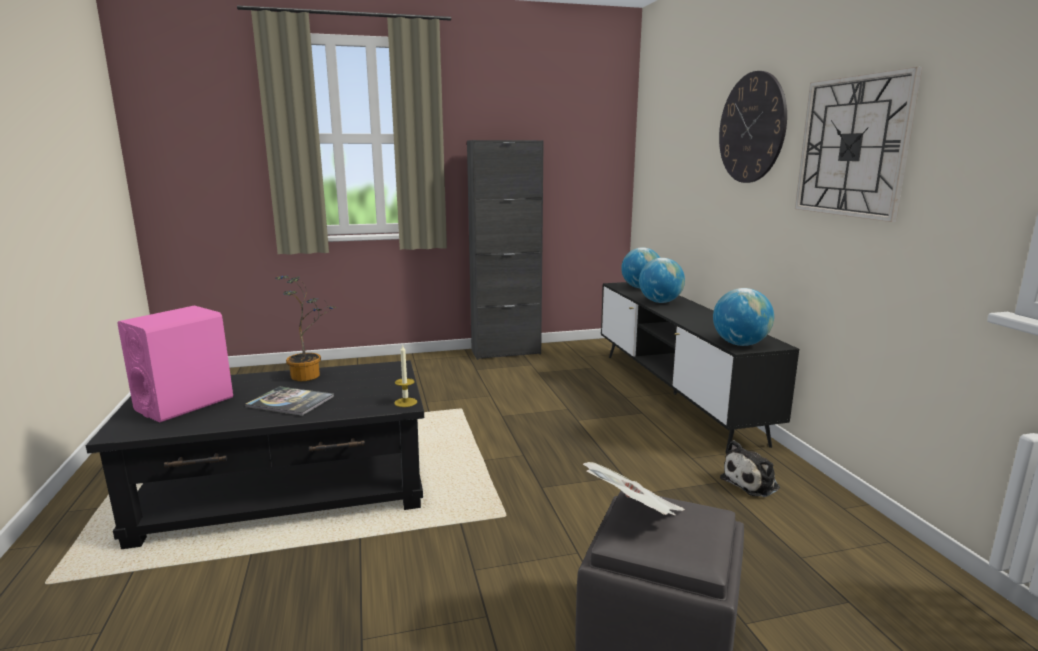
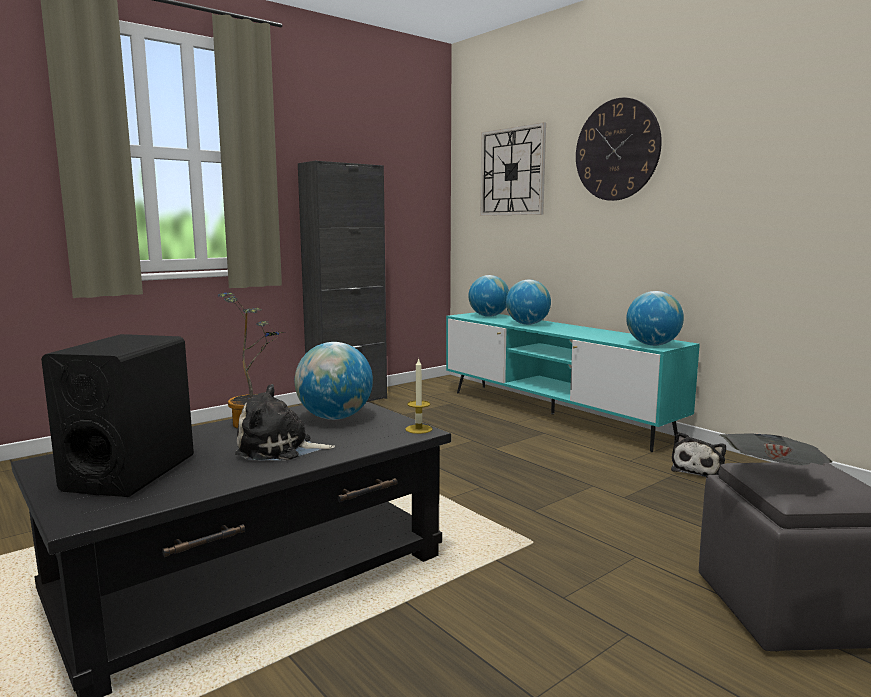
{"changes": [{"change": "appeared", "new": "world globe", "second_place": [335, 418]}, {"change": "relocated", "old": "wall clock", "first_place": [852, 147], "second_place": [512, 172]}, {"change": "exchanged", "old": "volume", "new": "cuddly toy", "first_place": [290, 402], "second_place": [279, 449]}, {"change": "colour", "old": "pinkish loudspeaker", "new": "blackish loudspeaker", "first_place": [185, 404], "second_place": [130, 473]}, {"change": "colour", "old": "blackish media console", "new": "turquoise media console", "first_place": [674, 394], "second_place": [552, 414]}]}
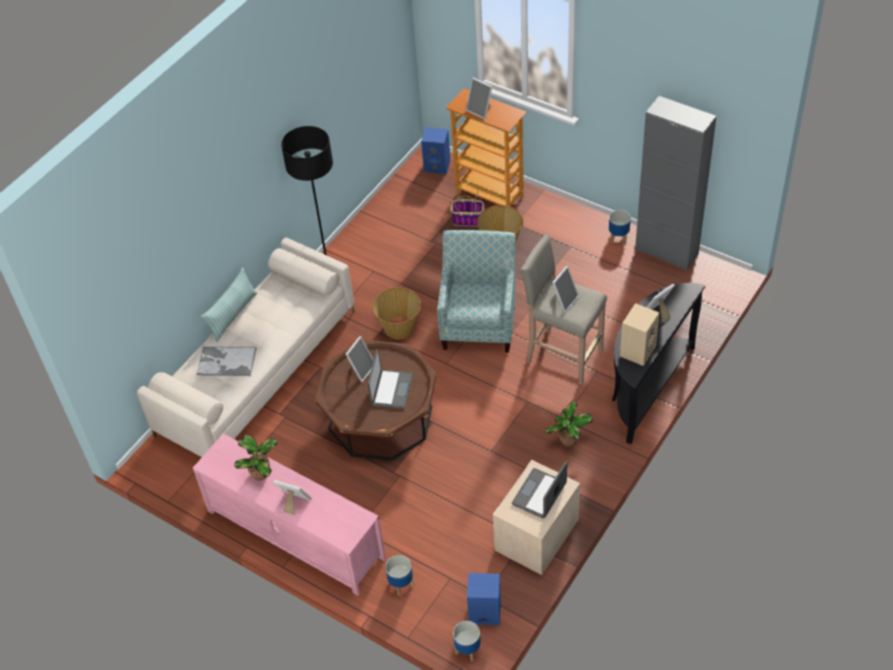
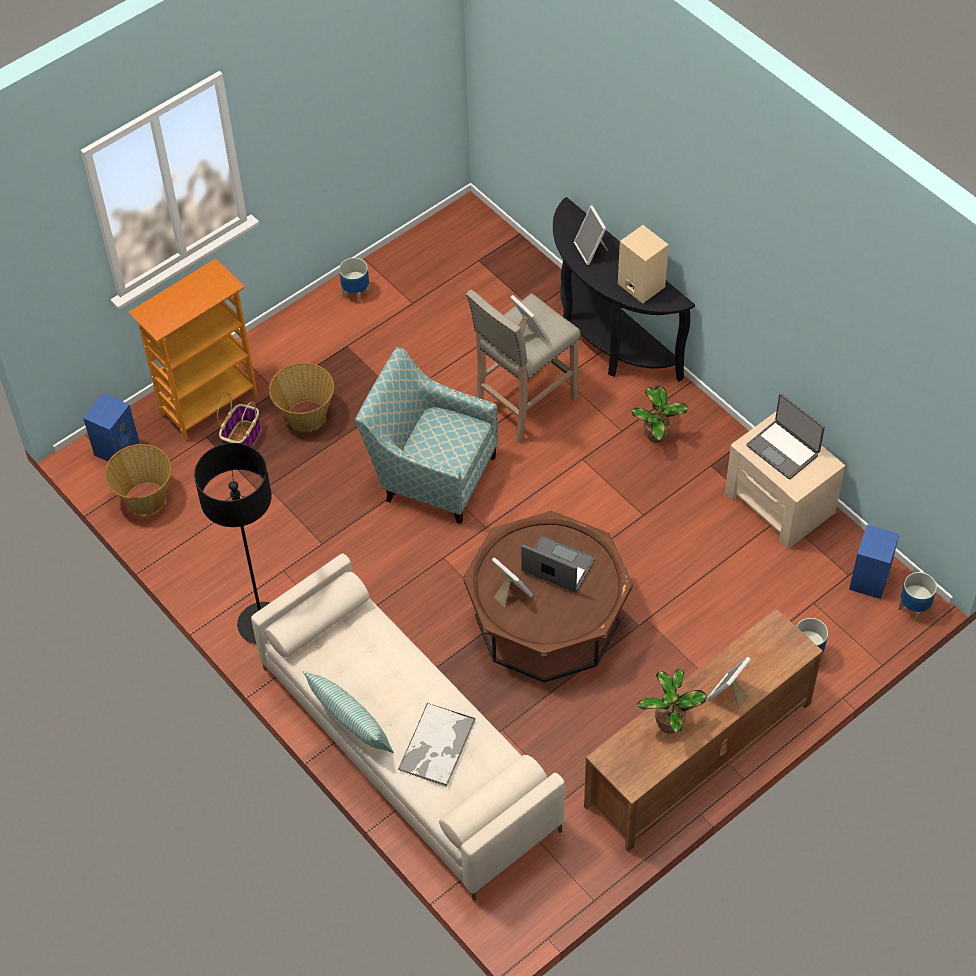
{"changes": [{"change": "missing", "old": "standing frame", "first_place": [480, 110]}, {"change": "missing", "old": "grey cupboard", "first_place": [666, 252]}, {"change": "relocated", "old": "basket", "first_place": [399, 327], "second_place": [145, 498]}, {"change": "colour", "old": "pinkish media console", "new": "brownish media console", "first_place": [294, 534], "second_place": [698, 754]}]}
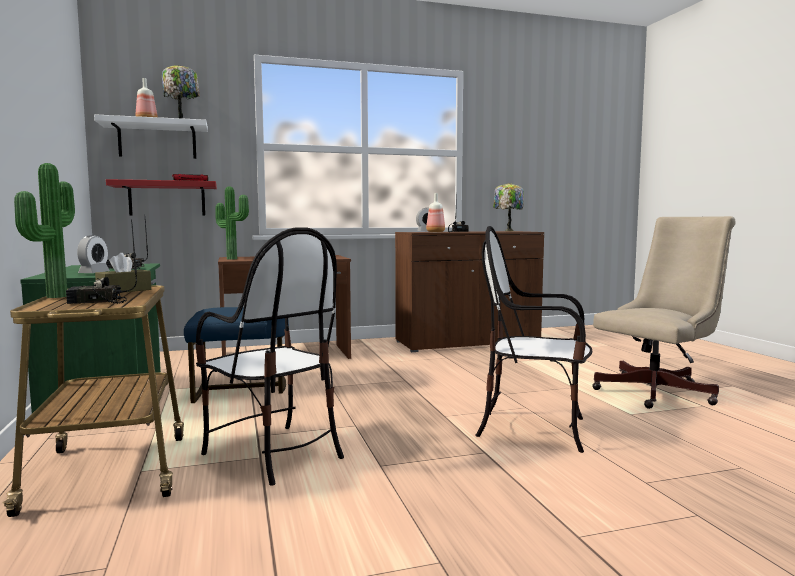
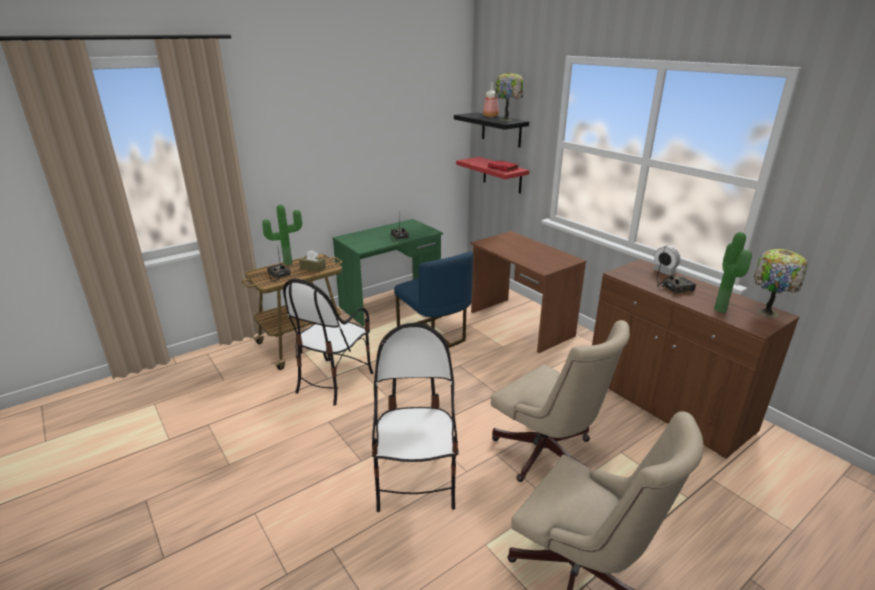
{"changes": [{"change": "missing", "old": "bedside clock", "first_place": [94, 273]}, {"change": "missing", "old": "beverage bottle", "first_place": [435, 232]}, {"change": "appeared", "new": "beige-coloured desk chair", "second_place": [548, 456]}, {"change": "relocated", "old": "houseplant", "first_place": [233, 259], "second_place": [722, 310]}, {"change": "colour", "old": "white-coloured wall shelf", "new": "blackish wall shelf", "first_place": [157, 140], "second_place": [501, 129]}]}
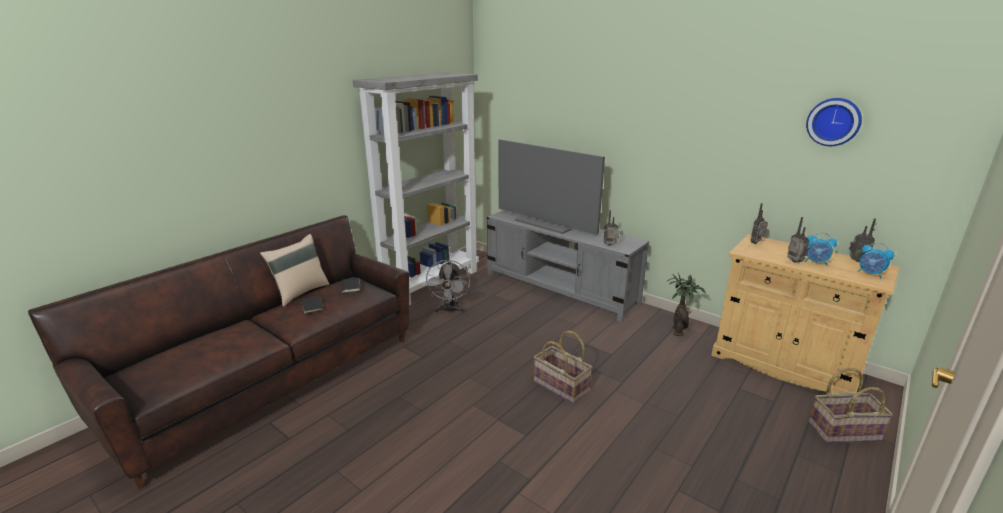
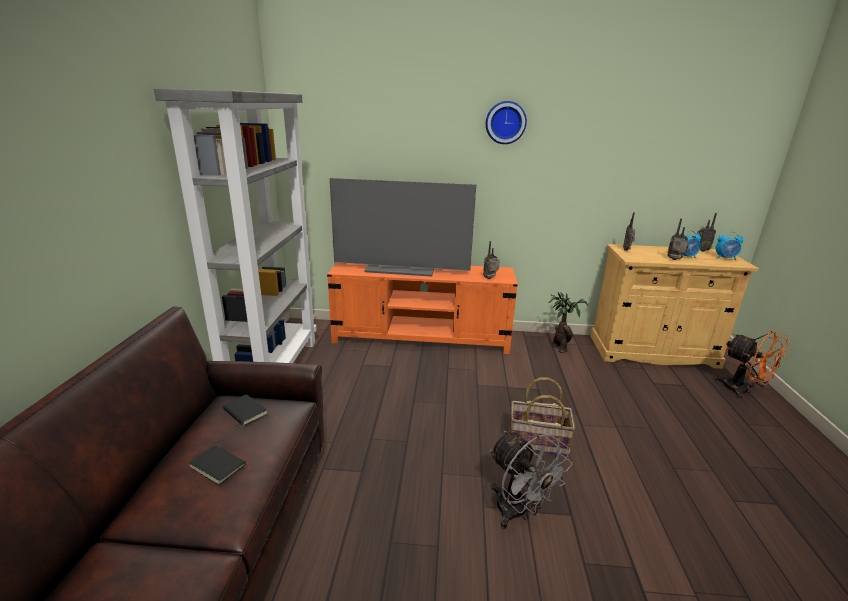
{"changes": [{"change": "missing", "old": "beige-coloured cushion", "first_place": [300, 292]}, {"change": "relocated", "old": "grey electric fan", "first_place": [450, 310], "second_place": [518, 513]}, {"change": "relocated", "old": "wall clock", "first_place": [834, 121], "second_place": [505, 122]}, {"change": "exchanged", "old": "basket", "new": "orangey electric fan", "first_place": [843, 431], "second_place": [742, 391]}, {"change": "colour", "old": "grey media console", "new": "orangey media console", "first_place": [560, 289], "second_place": [422, 338]}]}
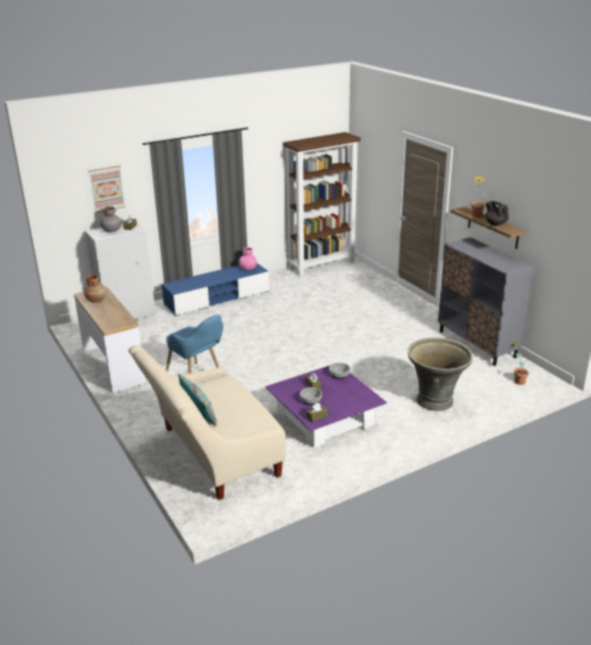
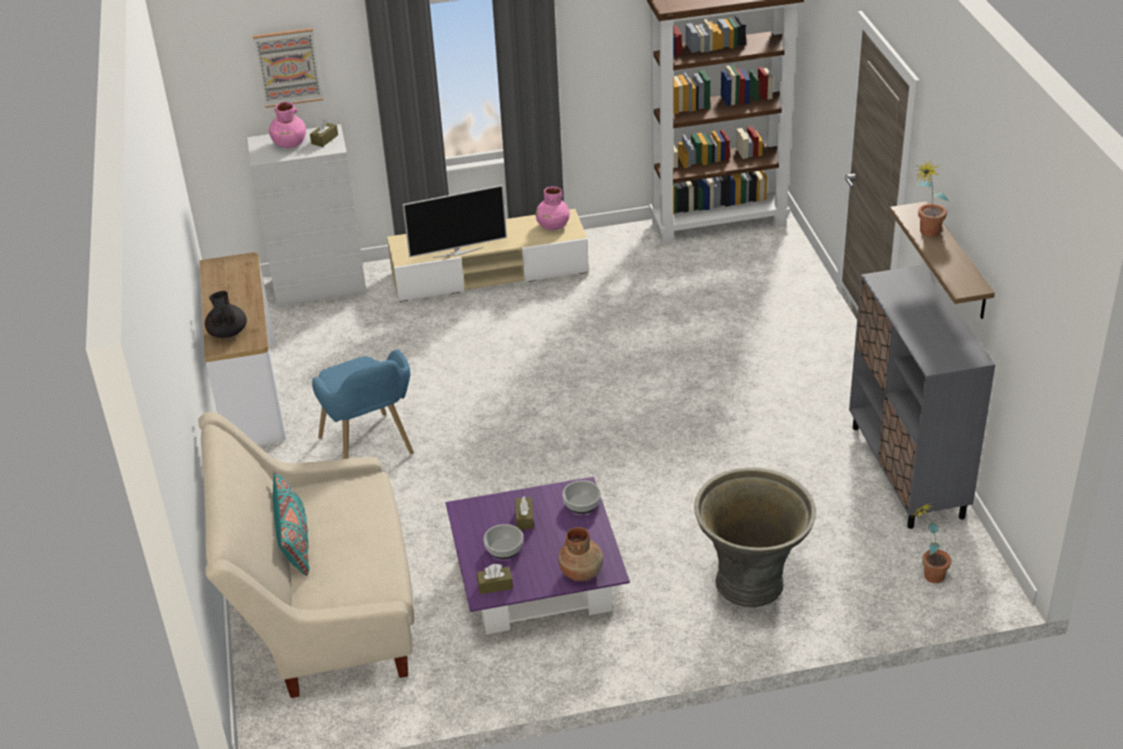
{"changes": [{"change": "appeared", "new": "TV set", "second_place": [458, 252]}, {"change": "relocated", "old": "brownish decorative vase", "first_place": [96, 300], "second_place": [581, 572]}, {"change": "relocated", "old": "blackish teapot", "first_place": [495, 223], "second_place": [227, 332]}, {"change": "colour", "old": "grey decorative vase", "new": "pinkish decorative vase", "first_place": [111, 230], "second_place": [289, 143]}, {"change": "colour", "old": "bluish media console", "new": "beige-coloured media console", "first_place": [217, 298], "second_place": [489, 273]}]}
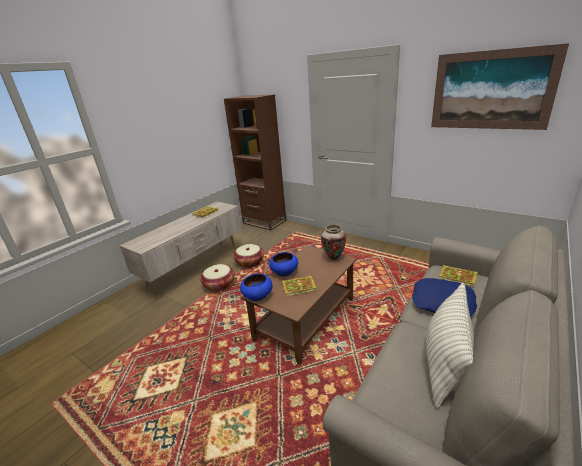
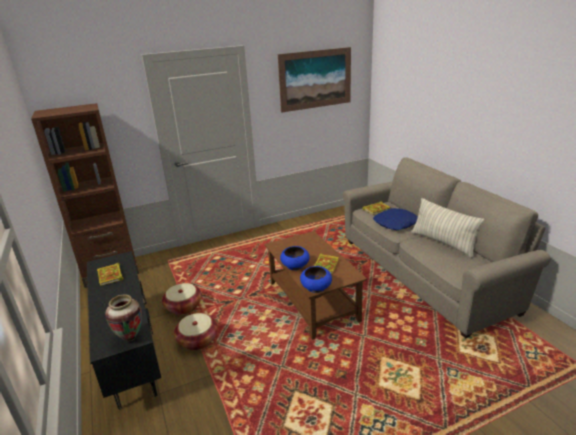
{"changes": [{"change": "relocated", "old": "decorative vase", "first_place": [334, 258], "second_place": [130, 337]}, {"change": "colour", "old": "beige-coloured media console", "new": "blackish media console", "first_place": [195, 267], "second_place": [131, 352]}]}
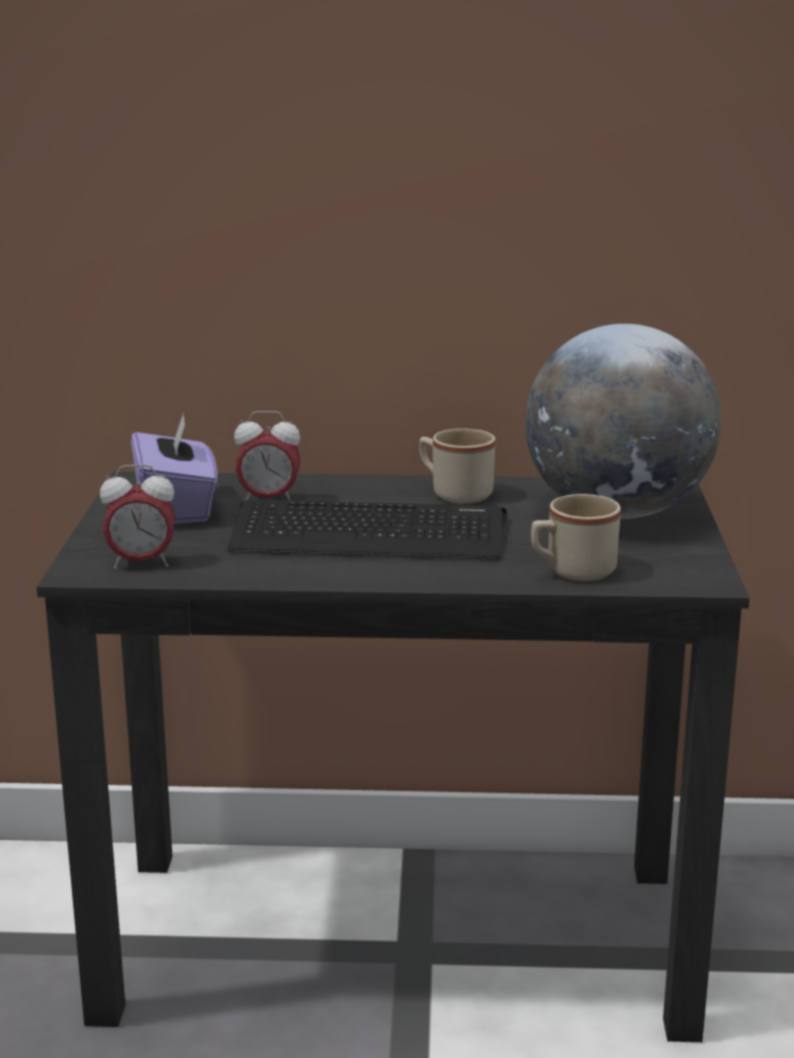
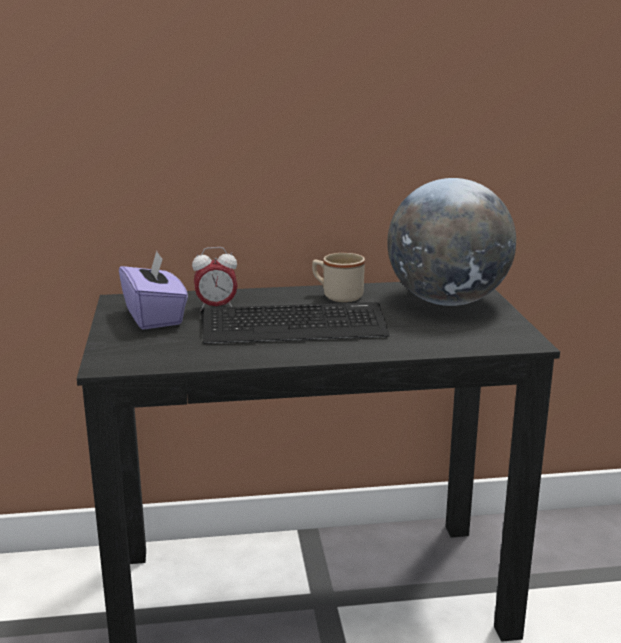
{"changes": [{"change": "missing", "old": "bedside clock", "first_place": [141, 563]}, {"change": "missing", "old": "beige-coloured coffee mug", "first_place": [571, 572]}]}
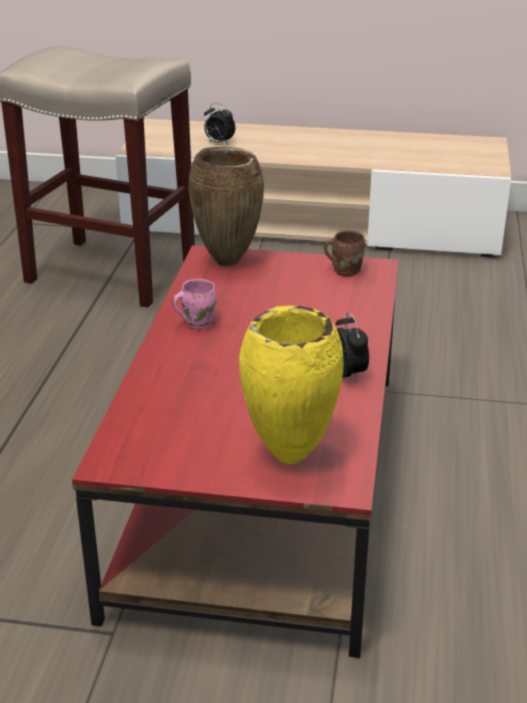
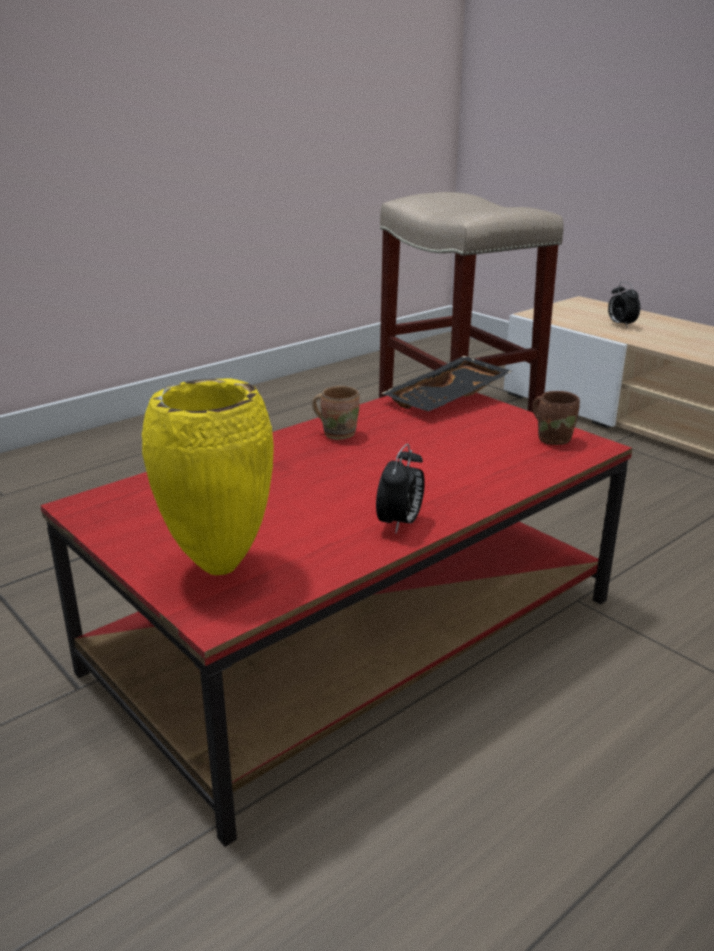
{"changes": [{"change": "exchanged", "old": "brownish decorative vase", "new": "blackish carrying tray", "first_place": [229, 262], "second_place": [448, 399]}, {"change": "colour", "old": "pinkish coffee mug", "new": "brownish coffee mug", "first_place": [196, 322], "second_place": [338, 433]}]}
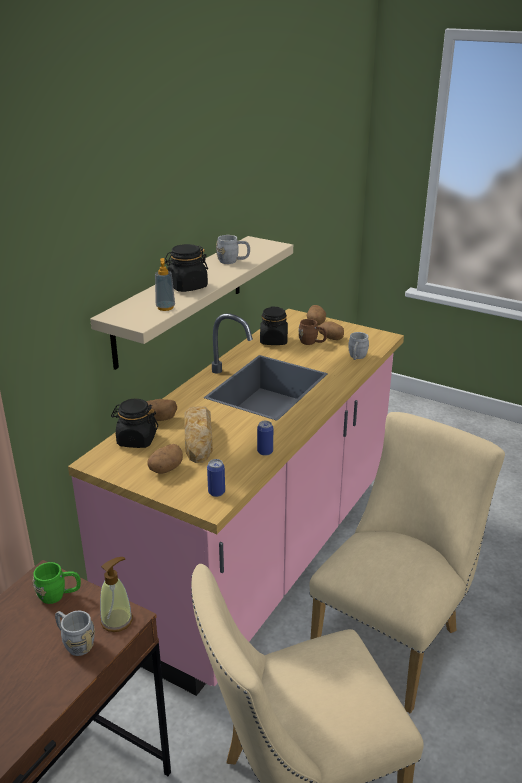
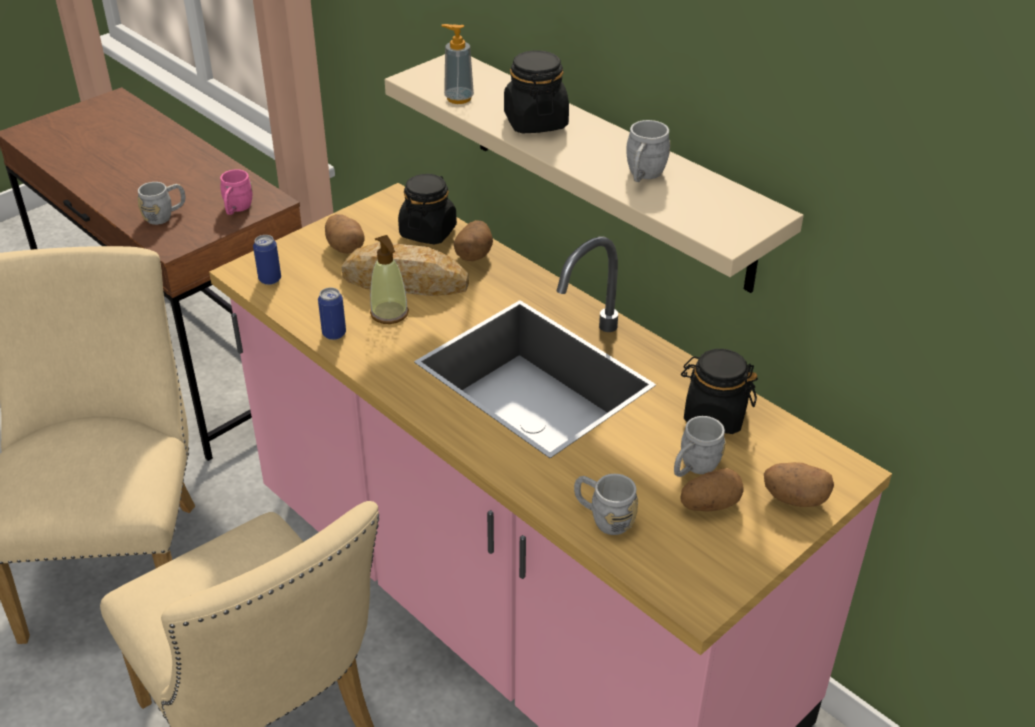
{"changes": [{"change": "relocated", "old": "liquid soap bottle", "first_place": [117, 620], "second_place": [389, 313]}, {"change": "colour", "old": "green coffee mug", "new": "pinkish coffee mug", "first_place": [59, 595], "second_place": [236, 209]}, {"change": "colour", "old": "brownish coffee mug", "new": "grey coffee mug", "first_place": [312, 342], "second_place": [693, 468]}]}
